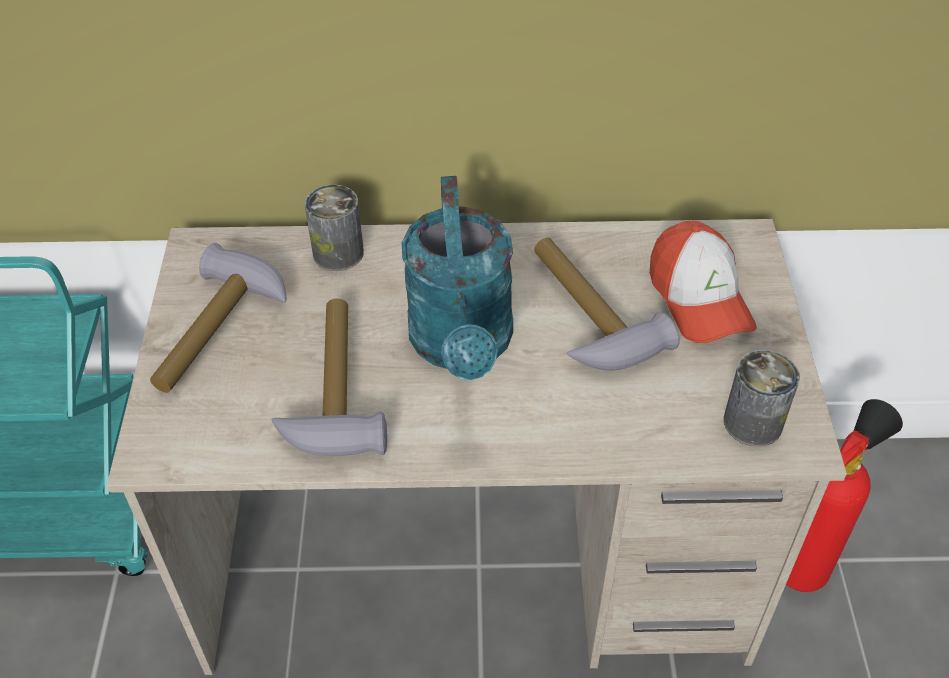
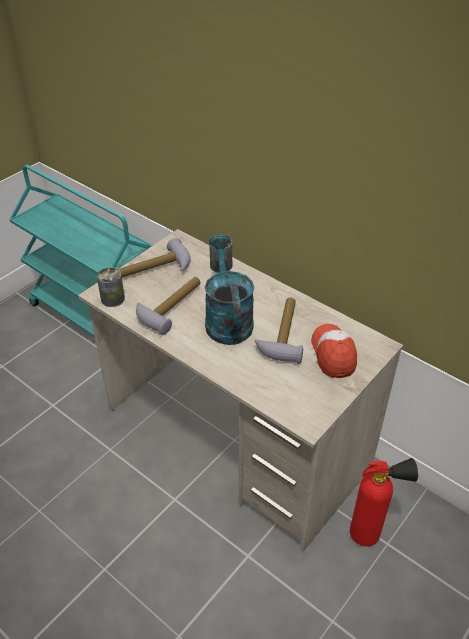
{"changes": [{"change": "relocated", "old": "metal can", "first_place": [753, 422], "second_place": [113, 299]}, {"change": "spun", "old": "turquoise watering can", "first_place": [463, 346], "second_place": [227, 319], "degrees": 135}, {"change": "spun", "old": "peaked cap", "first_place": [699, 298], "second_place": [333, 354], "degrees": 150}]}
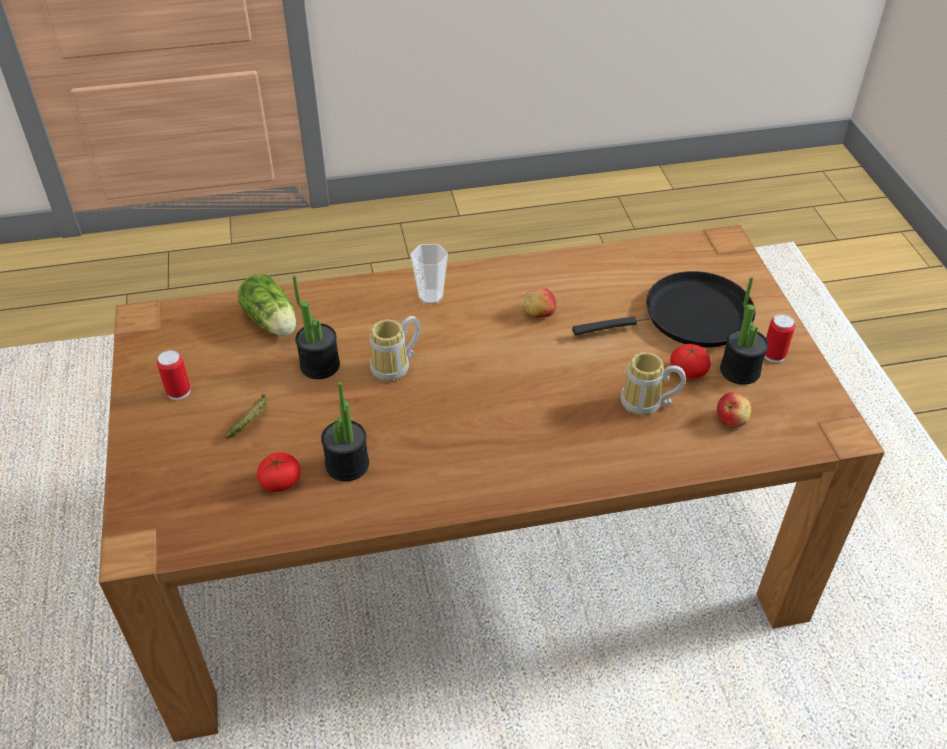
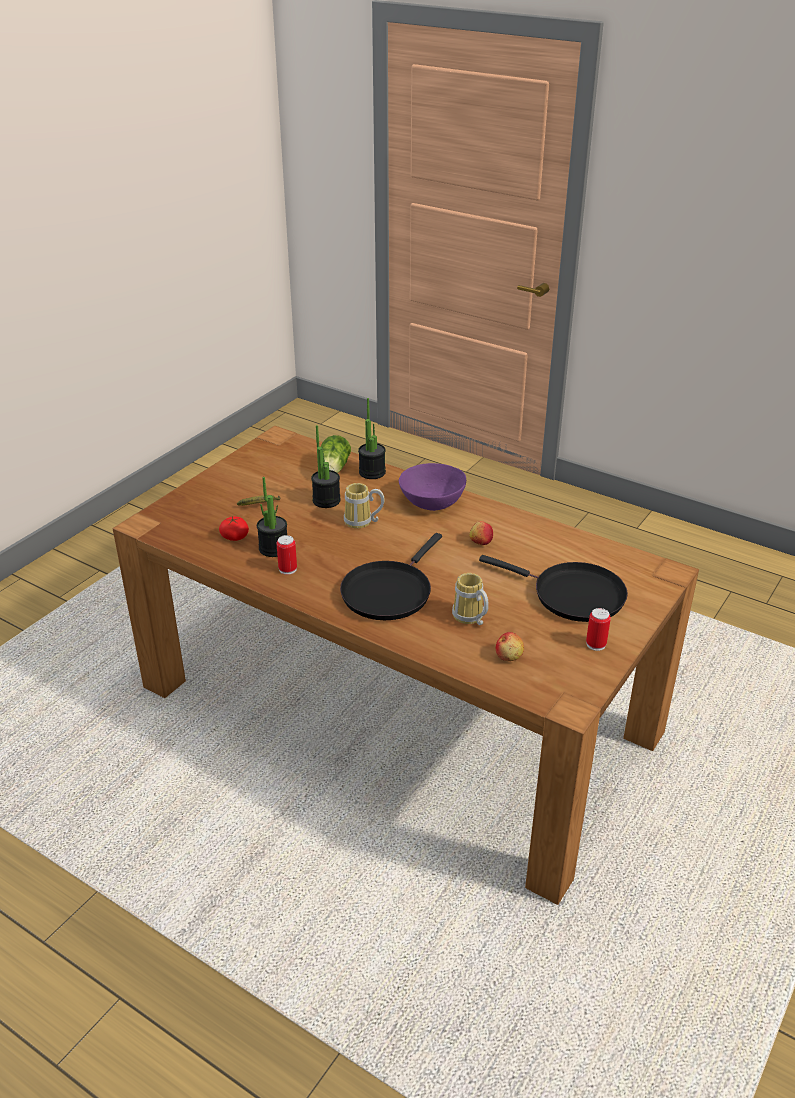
{"changes": [{"change": "missing", "old": "tomato", "first_place": [688, 371]}, {"change": "appeared", "new": "blackish pan", "second_place": [388, 591]}, {"change": "relocated", "old": "metal can", "first_place": [178, 391], "second_place": [287, 569]}, {"change": "relocated", "old": "houseplant", "first_place": [740, 370], "second_place": [372, 472]}, {"change": "exchanged", "old": "cup", "new": "purple bowl", "first_place": [430, 297], "second_place": [431, 501]}]}
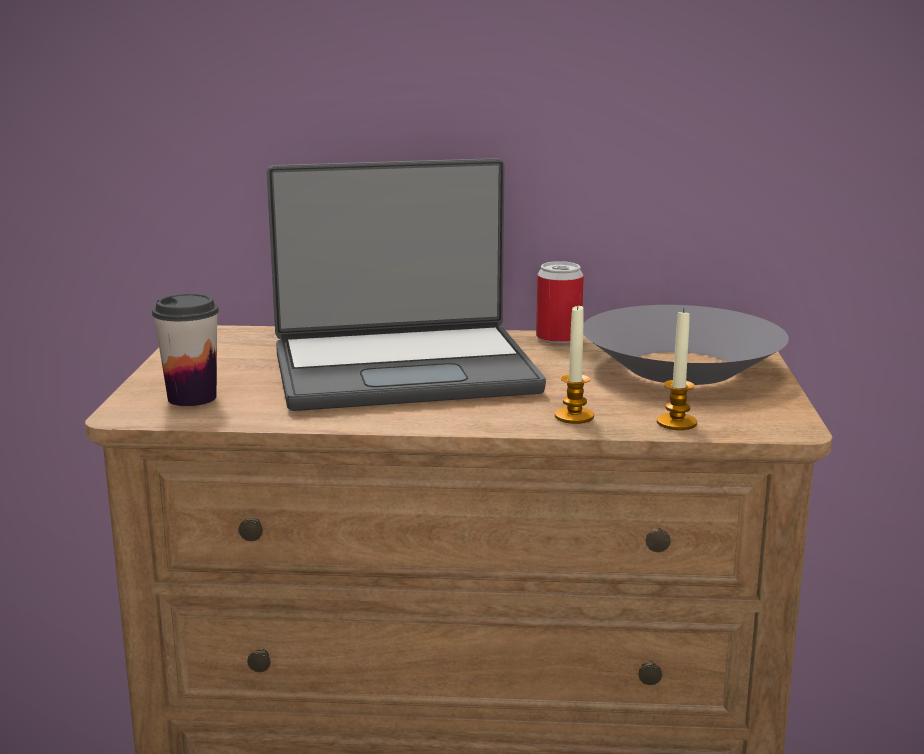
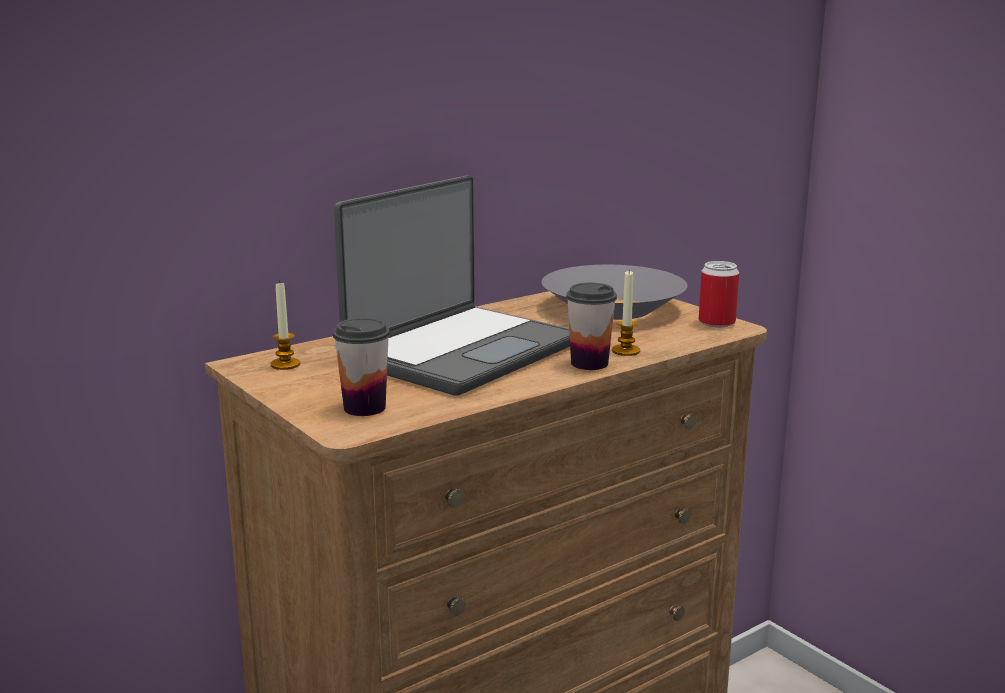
{"changes": [{"change": "appeared", "new": "cup", "second_place": [589, 363]}, {"change": "relocated", "old": "metal can", "first_place": [558, 338], "second_place": [716, 322]}, {"change": "relocated", "old": "wax candle", "first_place": [676, 423], "second_place": [285, 364]}]}
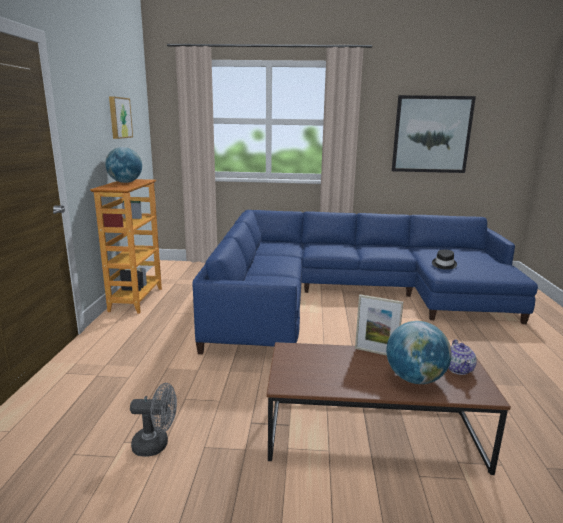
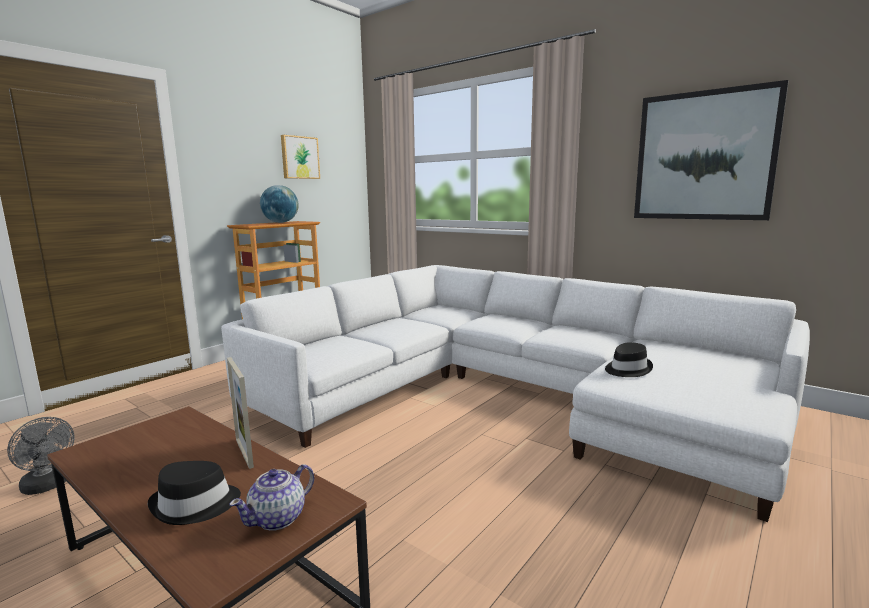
{"changes": [{"change": "exchanged", "old": "world globe", "new": "blackish clothing hat", "first_place": [415, 379], "second_place": [195, 505]}, {"change": "colour", "old": "bluish couch", "new": "white-coloured couch", "first_place": [348, 295], "second_place": [507, 393]}]}
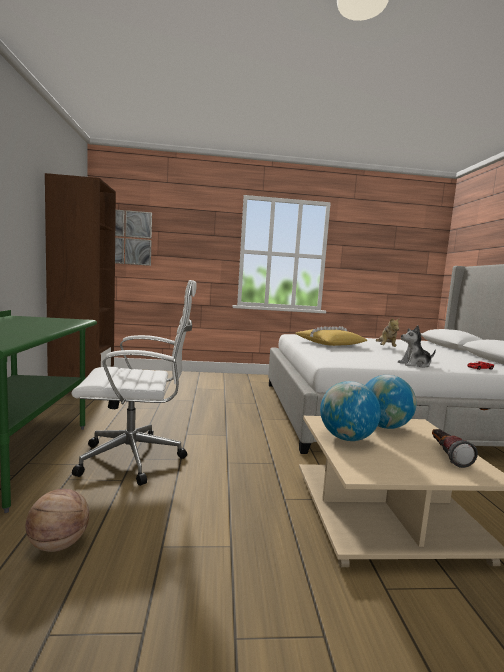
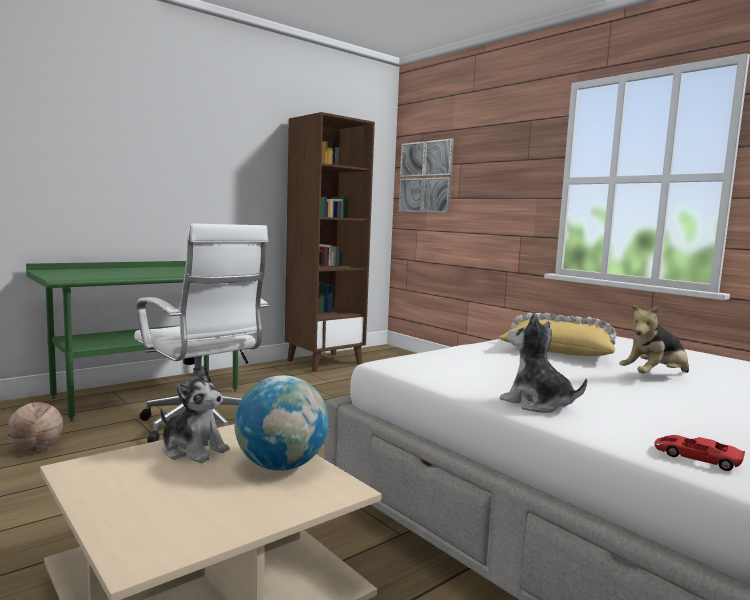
{"changes": [{"change": "missing", "old": "flashlight", "first_place": [447, 455]}, {"change": "exchanged", "old": "world globe", "new": "cuddly toy", "first_place": [346, 438], "second_place": [193, 450]}]}
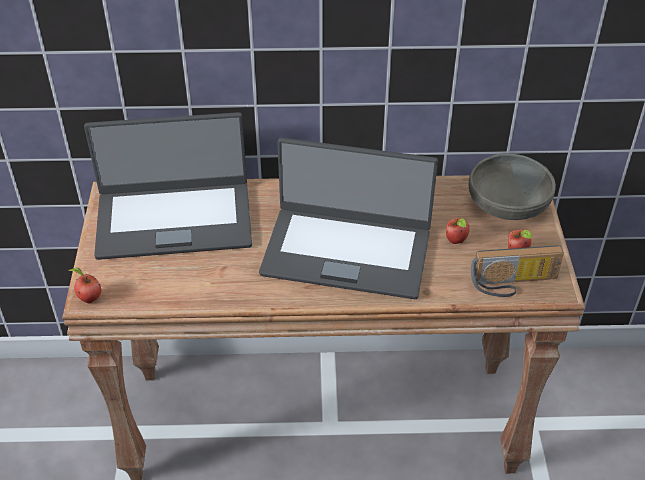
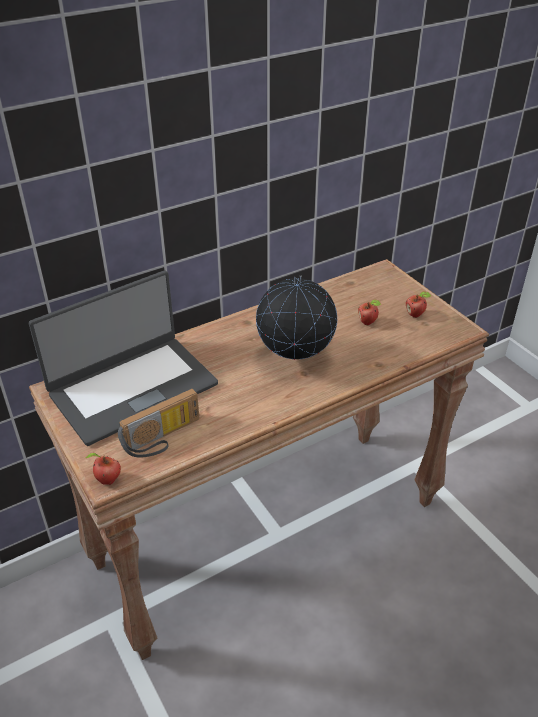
{"changes": [{"change": "missing", "old": "grey bowl", "first_place": [508, 205]}, {"change": "relocated", "old": "radio", "first_place": [513, 284], "second_place": [163, 439]}, {"change": "exchanged", "old": "notebook computer", "new": "world globe", "first_place": [347, 251], "second_place": [295, 359]}]}
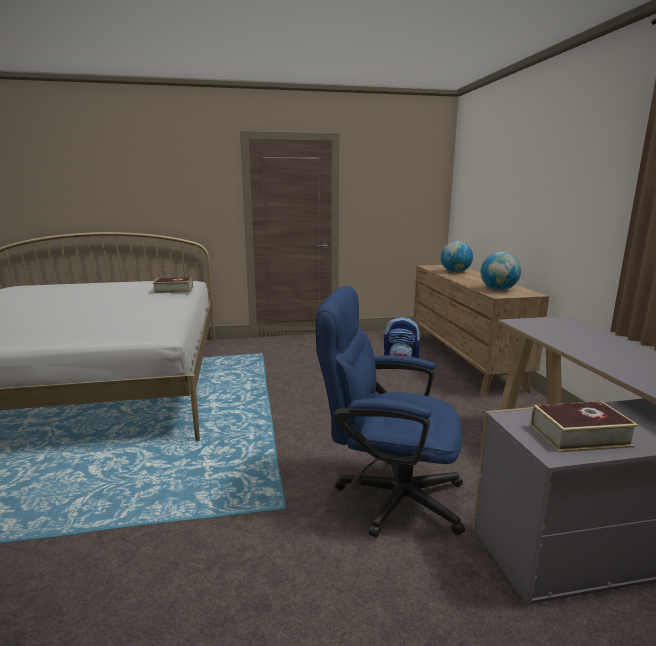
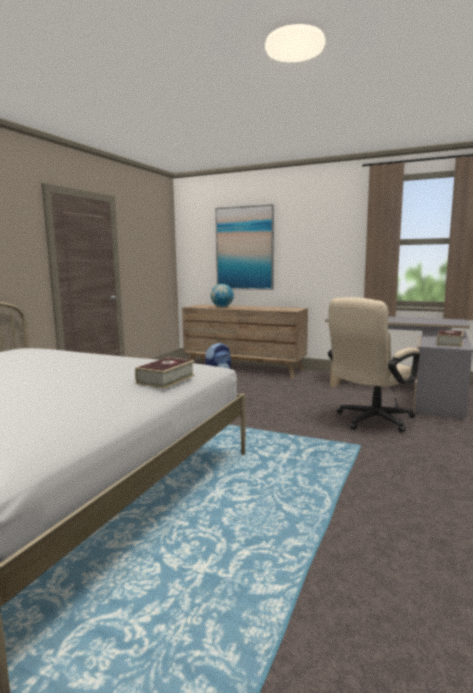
{"changes": [{"change": "missing", "old": "world globe", "first_place": [498, 290]}, {"change": "appeared", "new": "wall picture", "second_place": [244, 248]}, {"change": "relocated", "old": "volume", "first_place": [173, 290], "second_place": [166, 379]}, {"change": "colour", "old": "bluish desk chair", "new": "beige-coloured desk chair", "first_place": [388, 495], "second_place": [370, 421]}]}
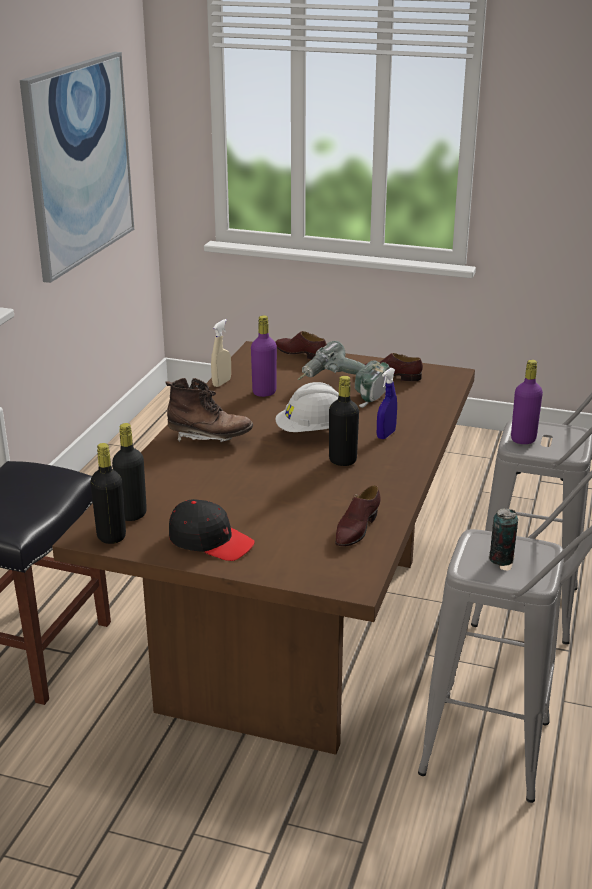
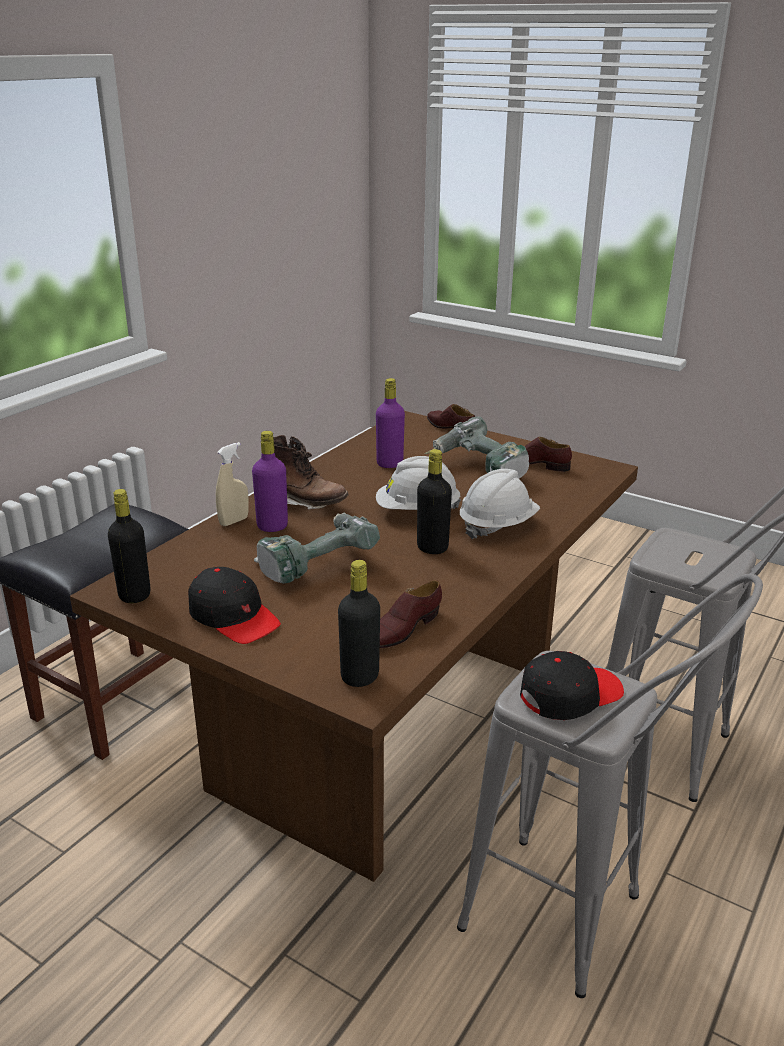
{"changes": [{"change": "missing", "old": "wall picture", "first_place": [79, 163]}, {"change": "appeared", "new": "drill", "second_place": [315, 564]}, {"change": "relocated", "old": "blackish beverage bottle", "first_place": [132, 514], "second_place": [359, 676]}, {"change": "relocated", "old": "beige-coloured spray bottle", "first_place": [221, 383], "second_place": [234, 521]}, {"change": "relocated", "old": "purple beverage bottle", "first_place": [523, 439], "second_place": [272, 526]}, {"change": "exchanged", "old": "bluish spray bottle", "new": "white-coloured work helmet", "first_place": [386, 435], "second_place": [497, 526]}, {"change": "exchanged", "old": "metal can", "new": "blackish peaked cap", "first_place": [501, 559], "second_place": [569, 695]}]}
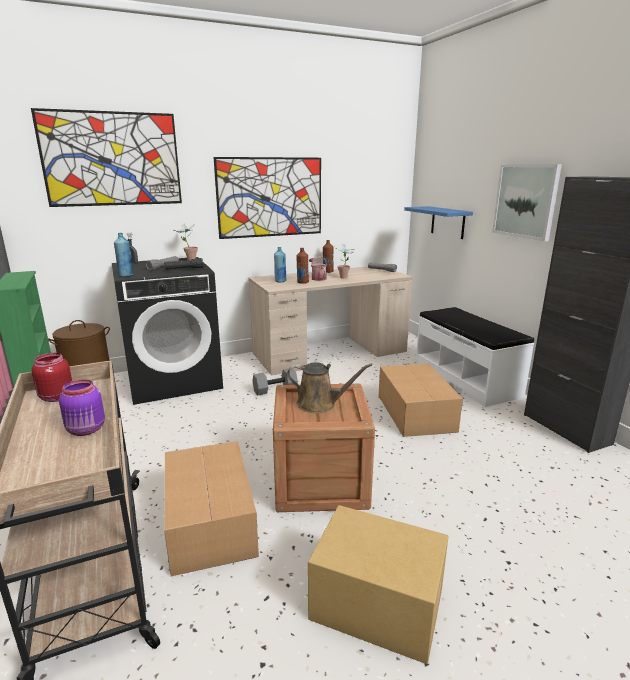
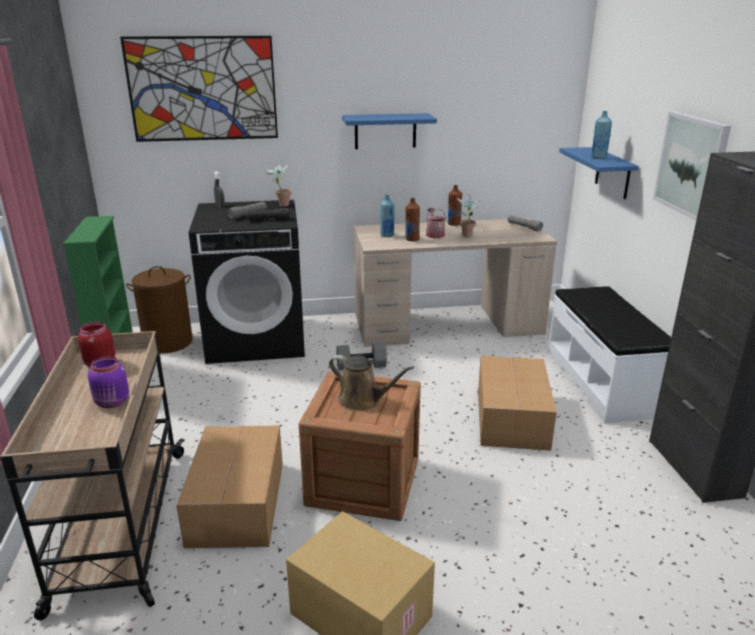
{"changes": [{"change": "relocated", "old": "bluish beverage bottle", "first_place": [126, 275], "second_place": [598, 158]}, {"change": "exchanged", "old": "wall picture", "new": "bluish wall shelf", "first_place": [270, 197], "second_place": [385, 131]}]}
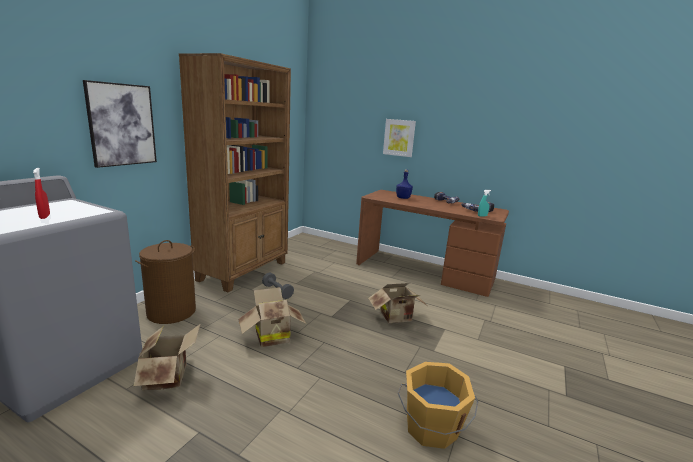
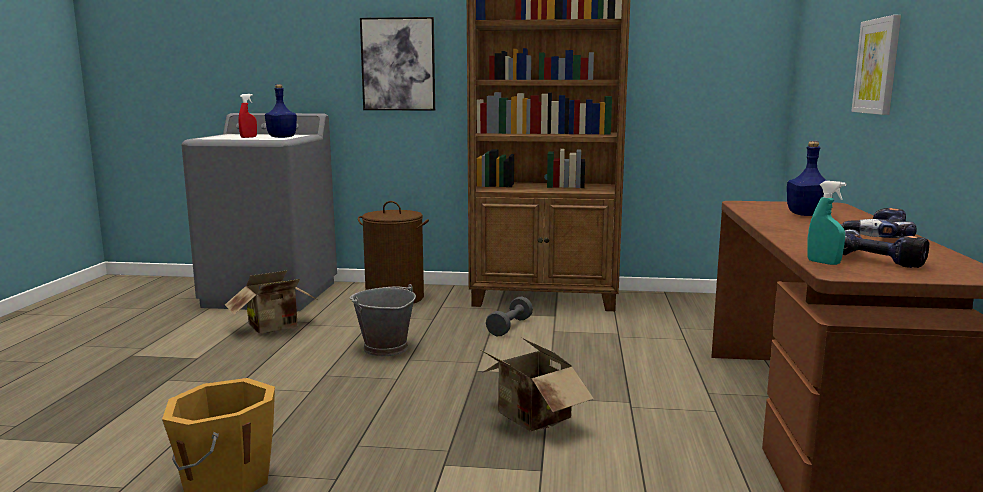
{"changes": [{"change": "appeared", "new": "bluish beverage bottle", "second_place": [282, 137]}, {"change": "exchanged", "old": "cardboard box", "new": "grey bucket", "first_place": [270, 336], "second_place": [385, 348]}]}
